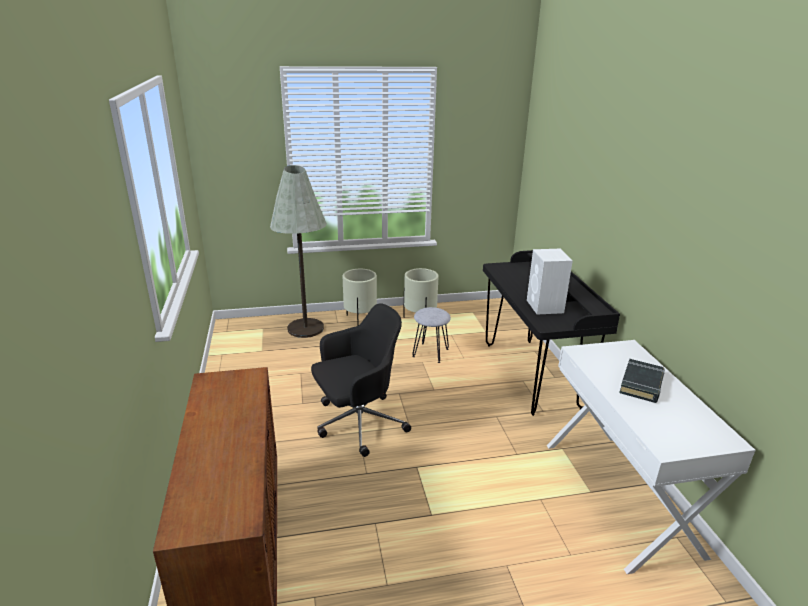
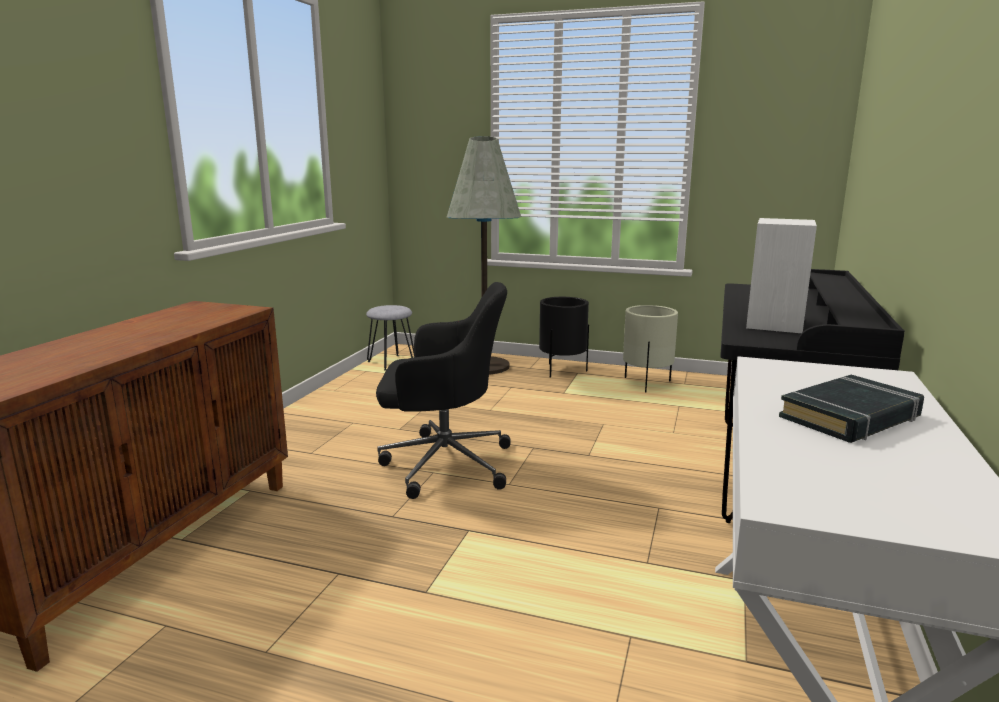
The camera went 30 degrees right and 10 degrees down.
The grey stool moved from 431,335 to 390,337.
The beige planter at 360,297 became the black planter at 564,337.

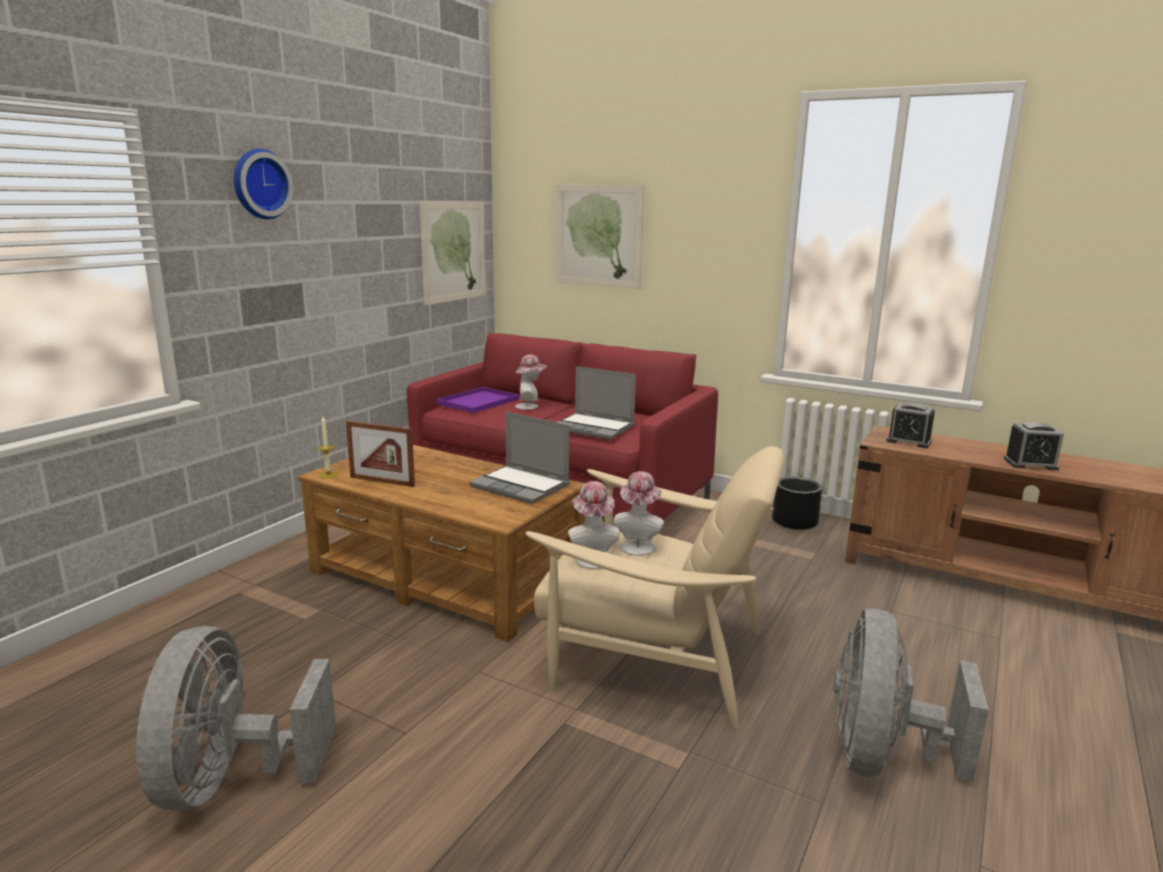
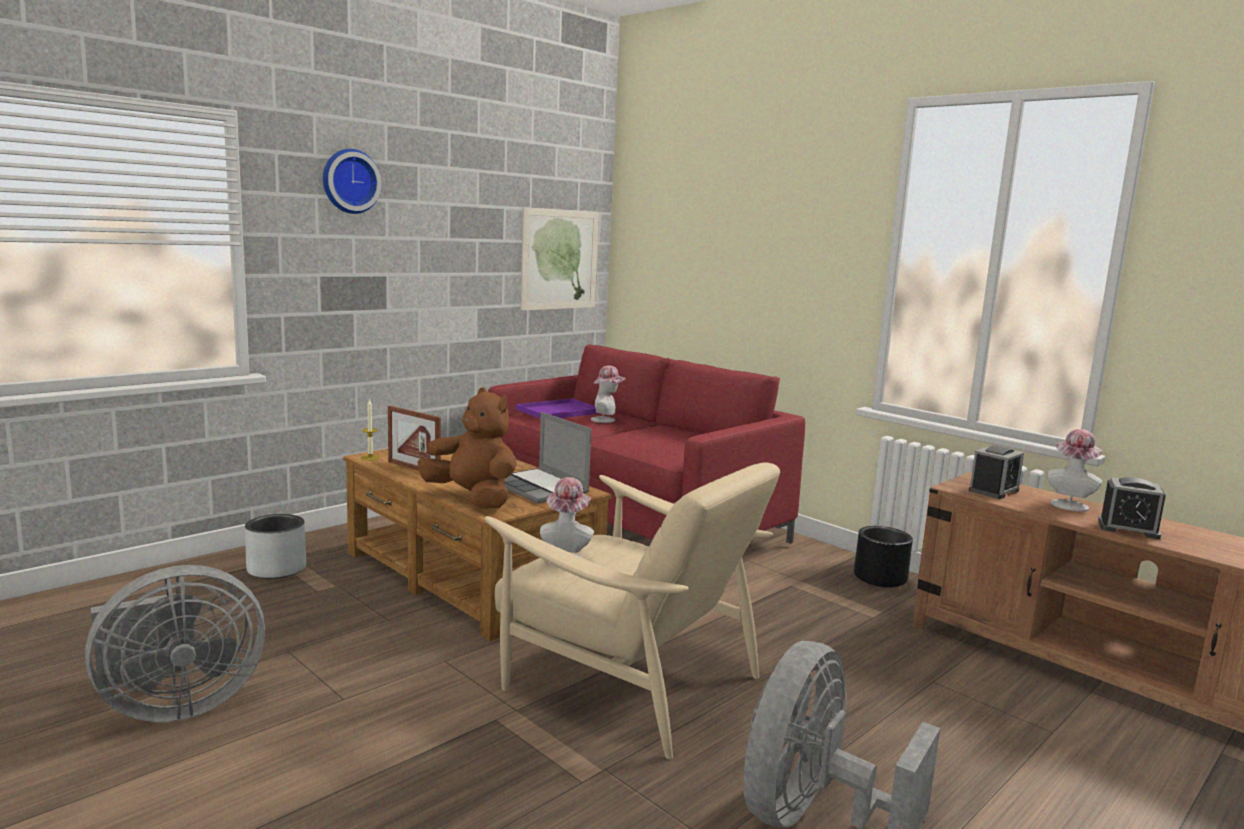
The camera went 15 degrees right and 5 degrees down.
The grey fan at 236,718 turned 135 degrees counterclockwise.
The grey planter at 275,546 appeared.
The brown plush toy at 467,447 appeared.
The alarm clock at 910,425 turned 90 degrees counterclockwise.
The hat moved from 639,513 to 1074,470.
The picture at 600,237 disappeared.
The laptop at 596,403 disappeared.

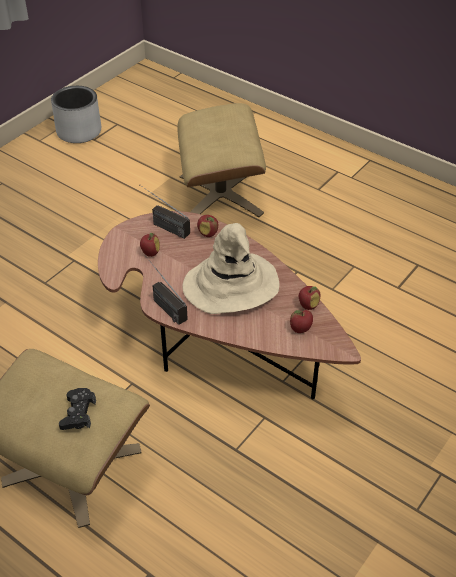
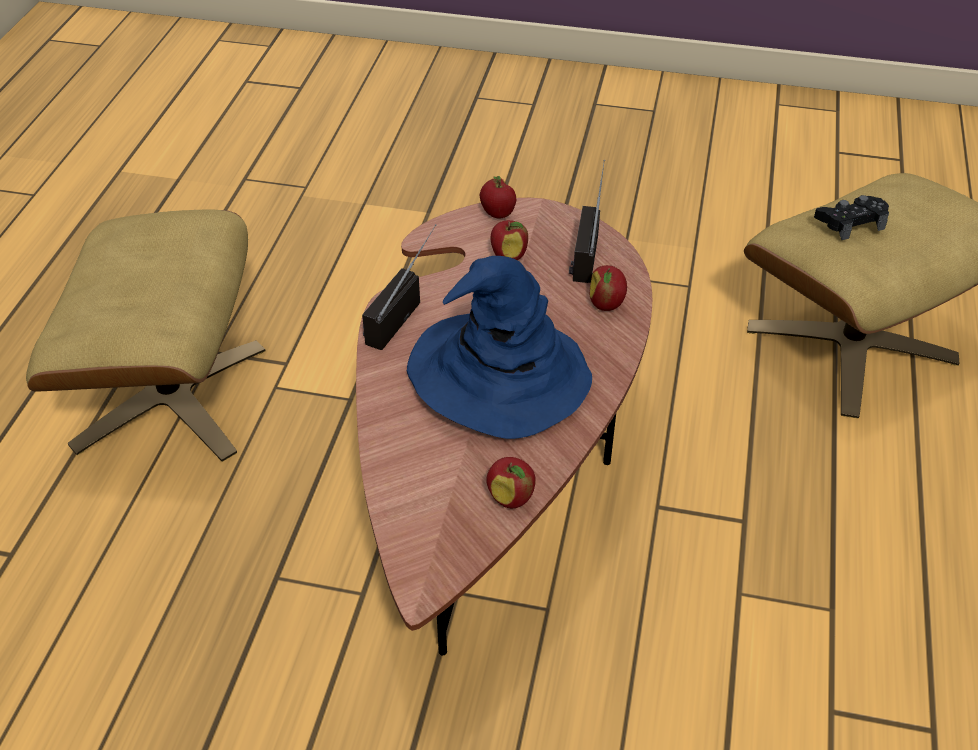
The camera went 65 degrees right and 0 degrees up.
The beige hat at 231,268 became the blue hat at 499,347.
The apple moved from 301,321 to 498,197.
The black game controller moved from 77,409 to 851,217.
The grey planter at 76,114 disappeared.

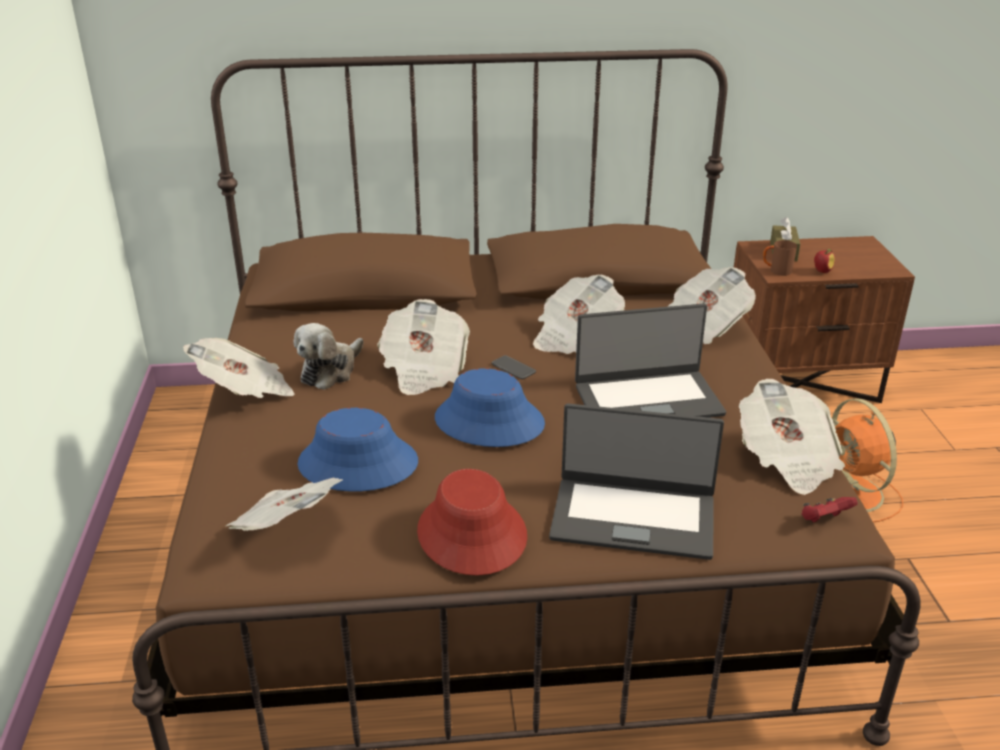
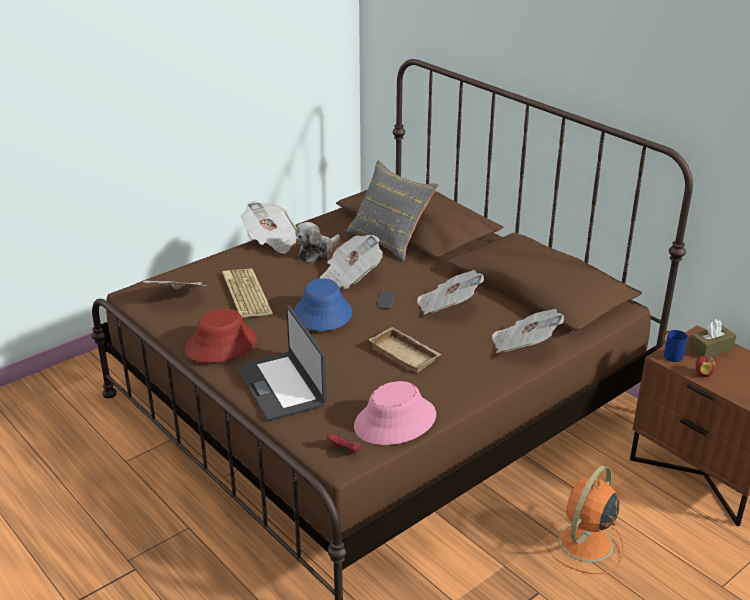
The camera went 55 degrees right and 0 degrees up.
The blue hat at 358,449 was replaced by the keyboard at 247,293.
The plush toy at 329,356 turned 45 degrees counterclockwise.
The grey pillow at 392,210 appeared.
The newspaper at 792,437 was replaced by the pink hat at 395,413.
The laptop at 650,360 was replaced by the beige tray at 404,350.
The brown mug at 780,258 became the blue mug at 675,346.

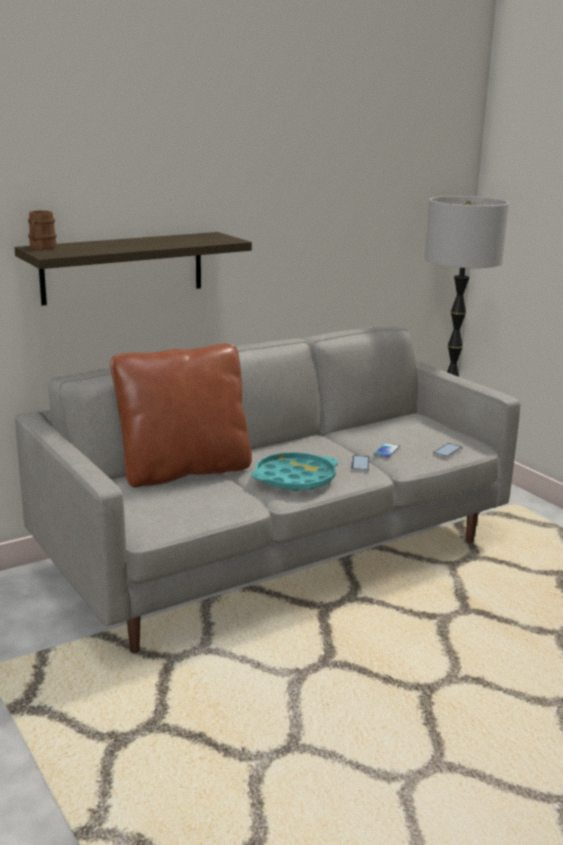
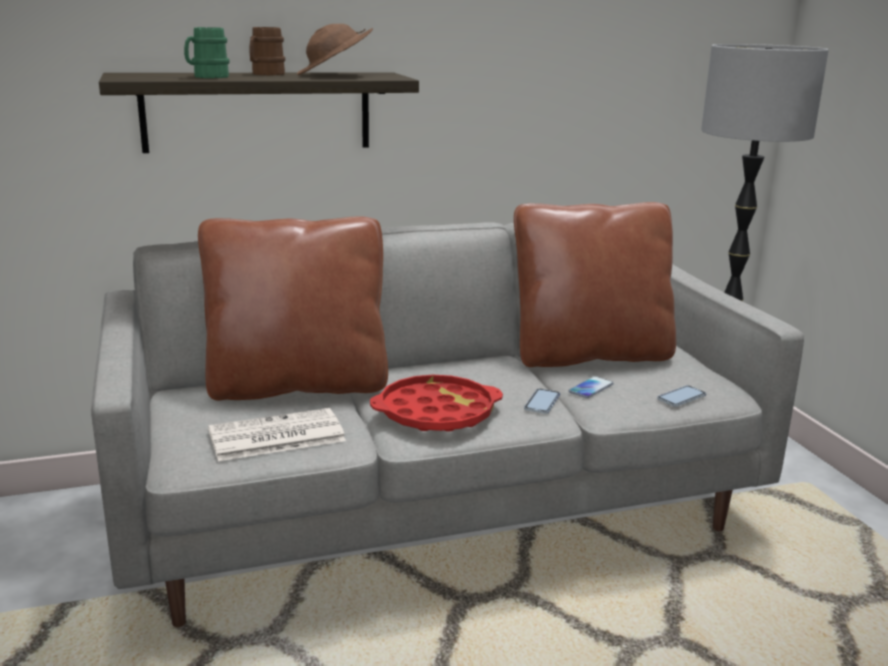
The camera went 15 degrees right and 0 degrees up.
The green mug at 207,52 appeared.
The newspaper at 277,434 appeared.
The brown mug moved from 42,230 to 267,51.
The brown hat at 335,49 appeared.
The turquoise tray at 295,471 became the red tray at 436,403.
The brown pillow at 595,284 appeared.

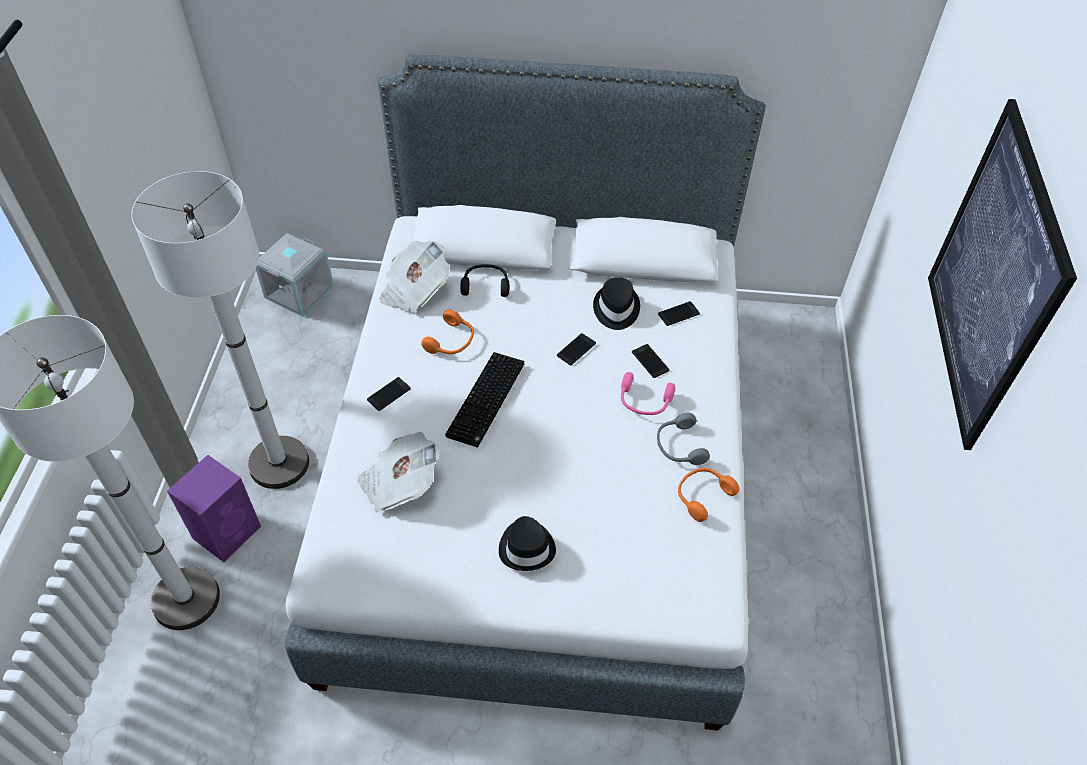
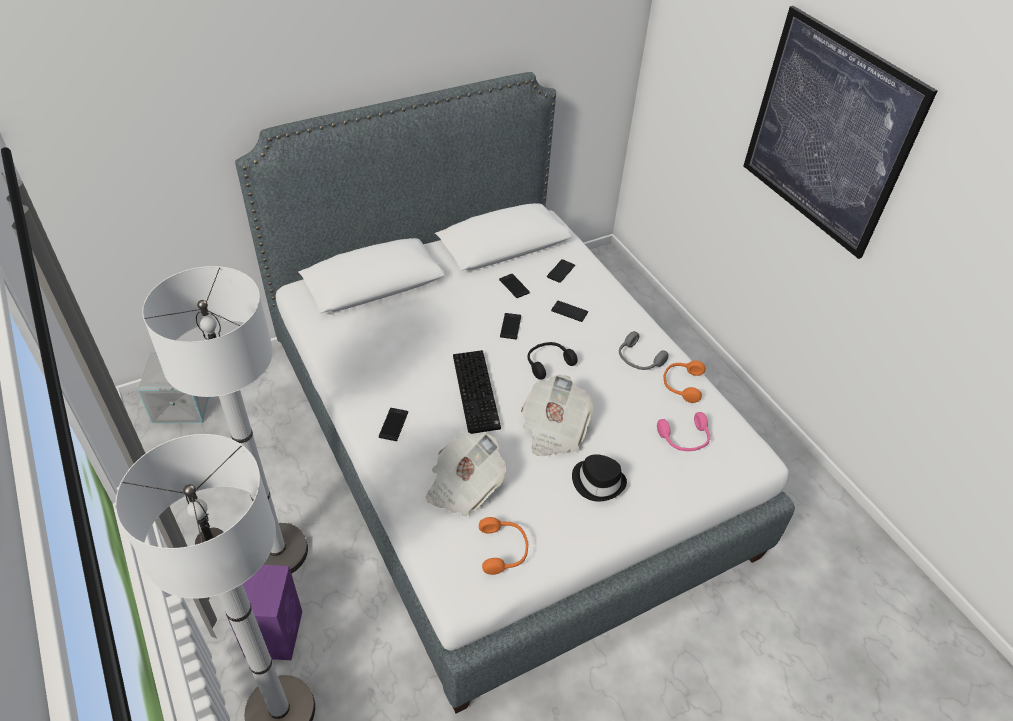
The camera went 35 degrees left and 5 degrees down.
The orange headphones moved from 447,332 to 503,546.
The black hat at 616,303 was replaced by the phone at 514,286.
The newspaper moved from 415,277 to 557,415.
The black headphones moved from 485,280 to 552,361.
The pink headphones moved from 648,393 to 683,431.

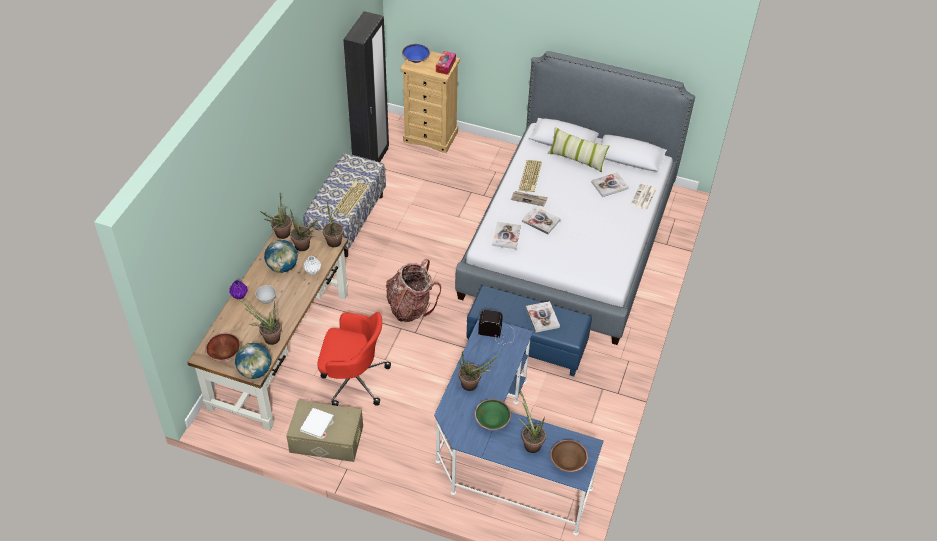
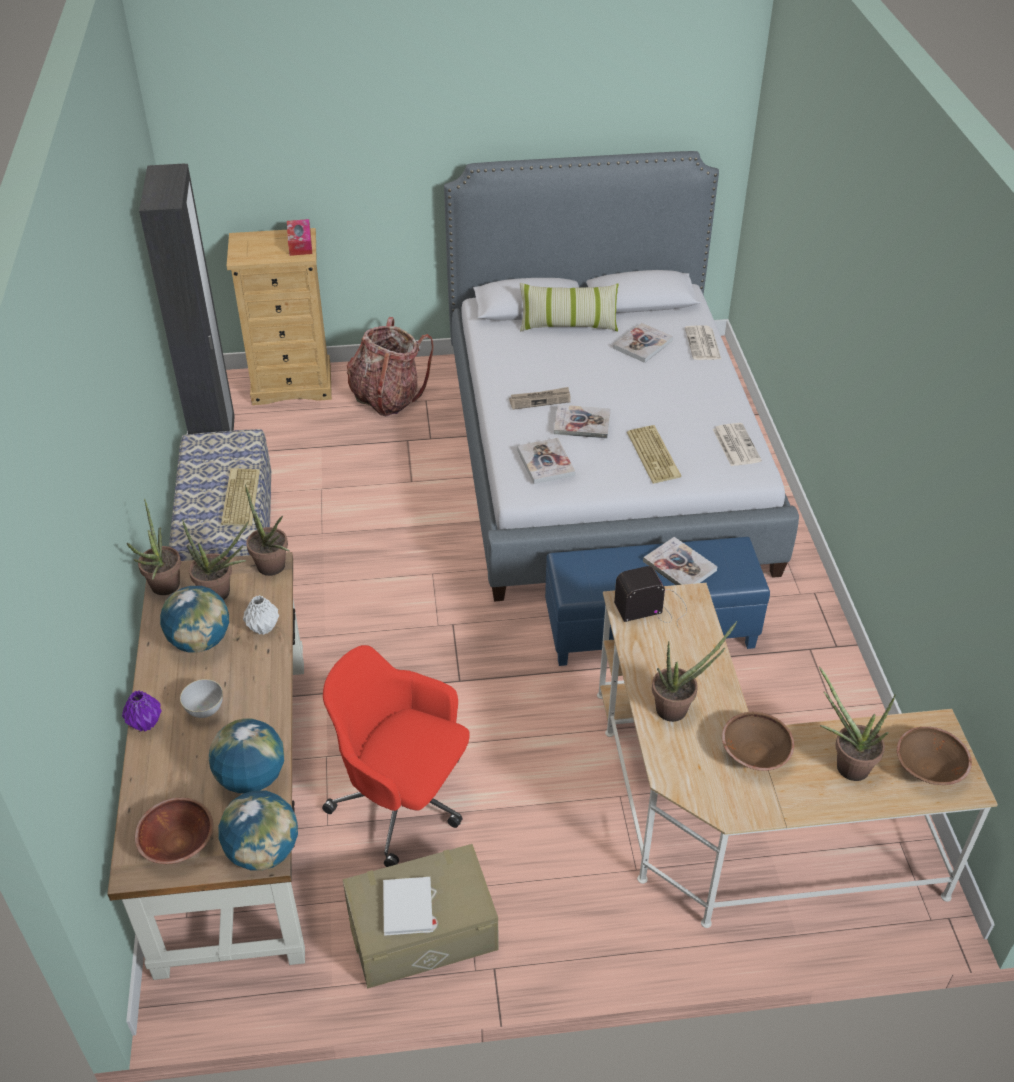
The camera went 25 degrees left and 5 degrees down.
The potted plant at 260,322 was replaced by the globe at 246,756.
The red office chair at 354,359 turned 135 degrees counterclockwise.
The backpack moved from 413,290 to 390,367.
The blue desk at 519,426 became the beige desk at 797,755.
The keyboard moved from 530,176 to 654,454.
The newspaper at 737,444 appeared.
The green bowl at 493,414 became the brown bowl at 758,741.
The blue bowl at 416,53 disappeared.

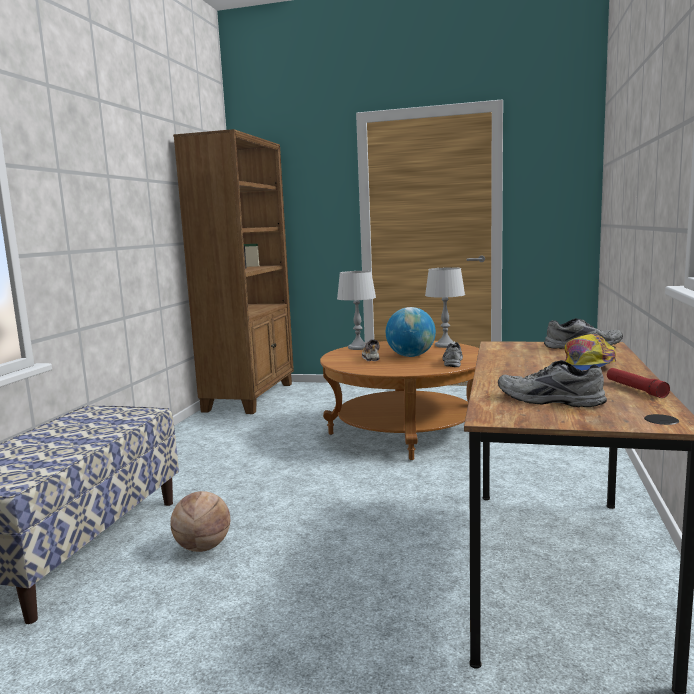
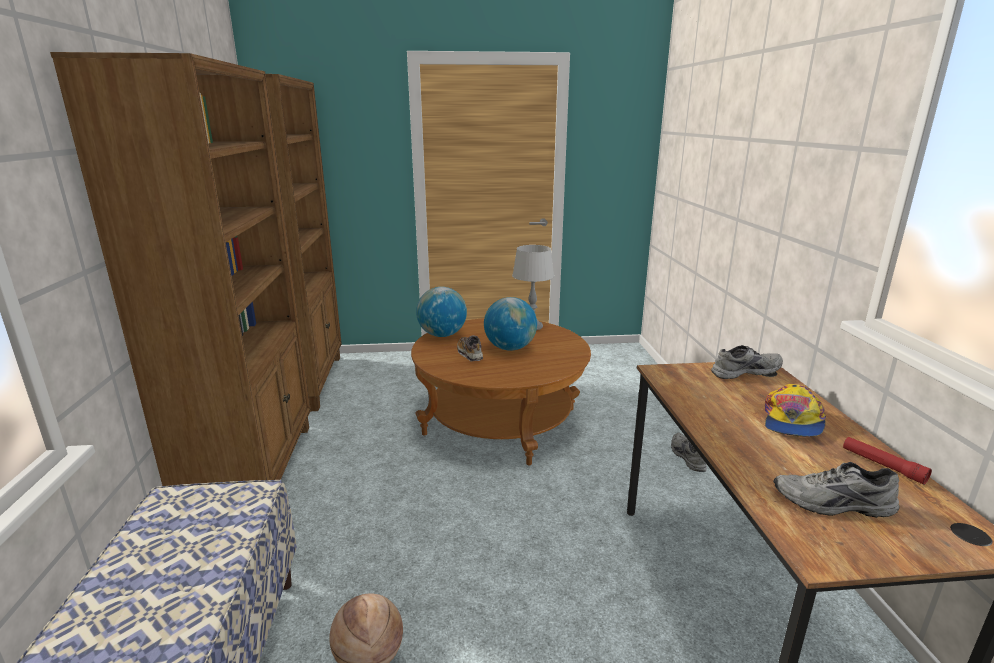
The camera went 20 degrees left and 10 degrees up.
The brown bookcase at 180,269 appeared.
The grey table lamp at 356,310 was replaced by the globe at 441,312.
The grey shoe moved from 452,354 to 689,452.

